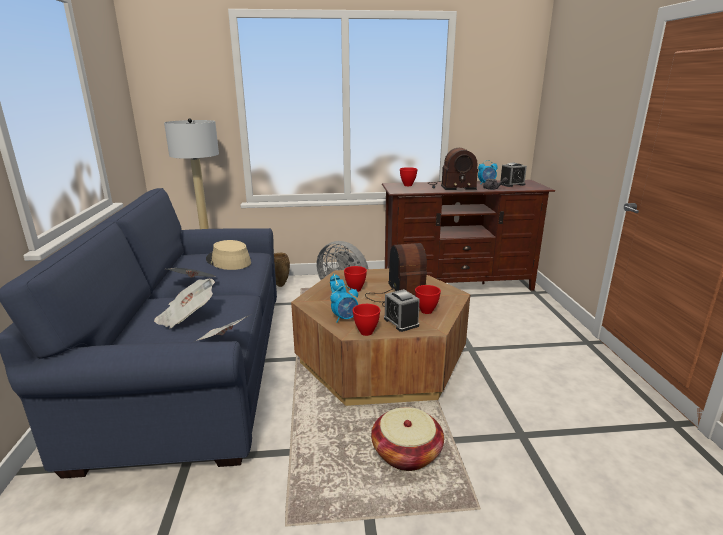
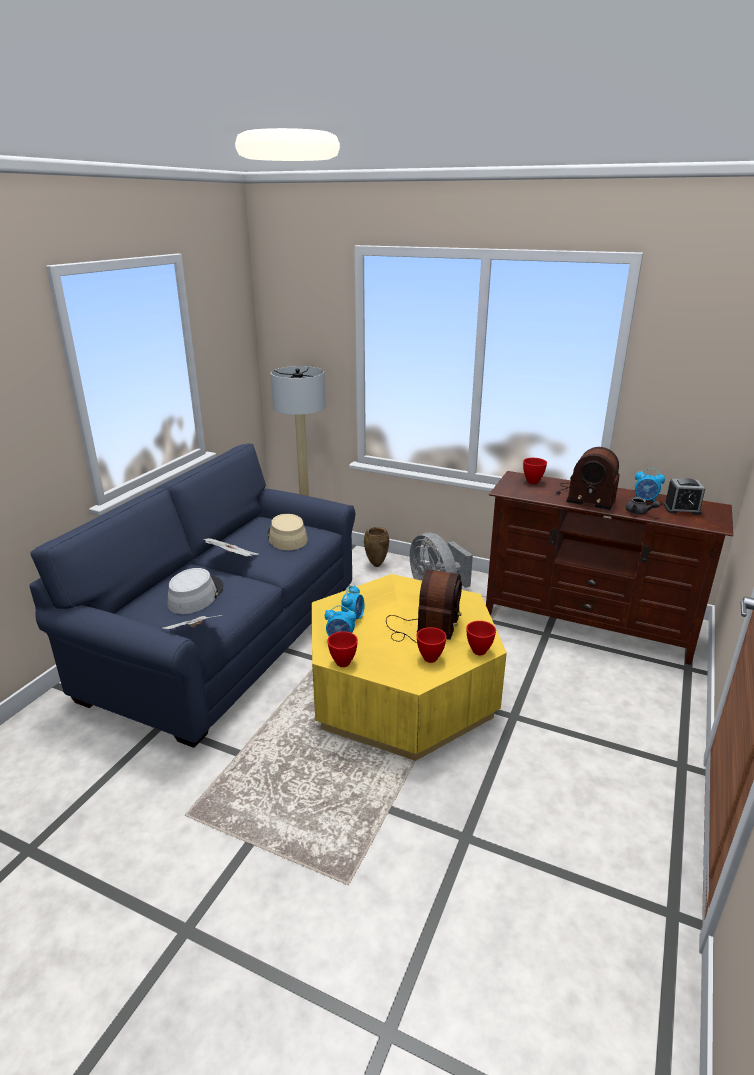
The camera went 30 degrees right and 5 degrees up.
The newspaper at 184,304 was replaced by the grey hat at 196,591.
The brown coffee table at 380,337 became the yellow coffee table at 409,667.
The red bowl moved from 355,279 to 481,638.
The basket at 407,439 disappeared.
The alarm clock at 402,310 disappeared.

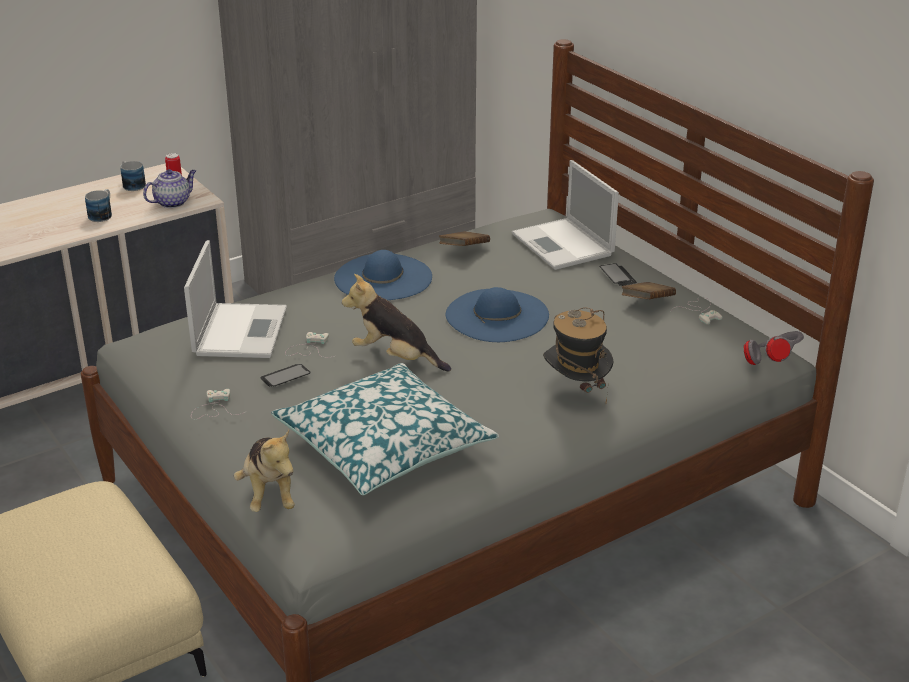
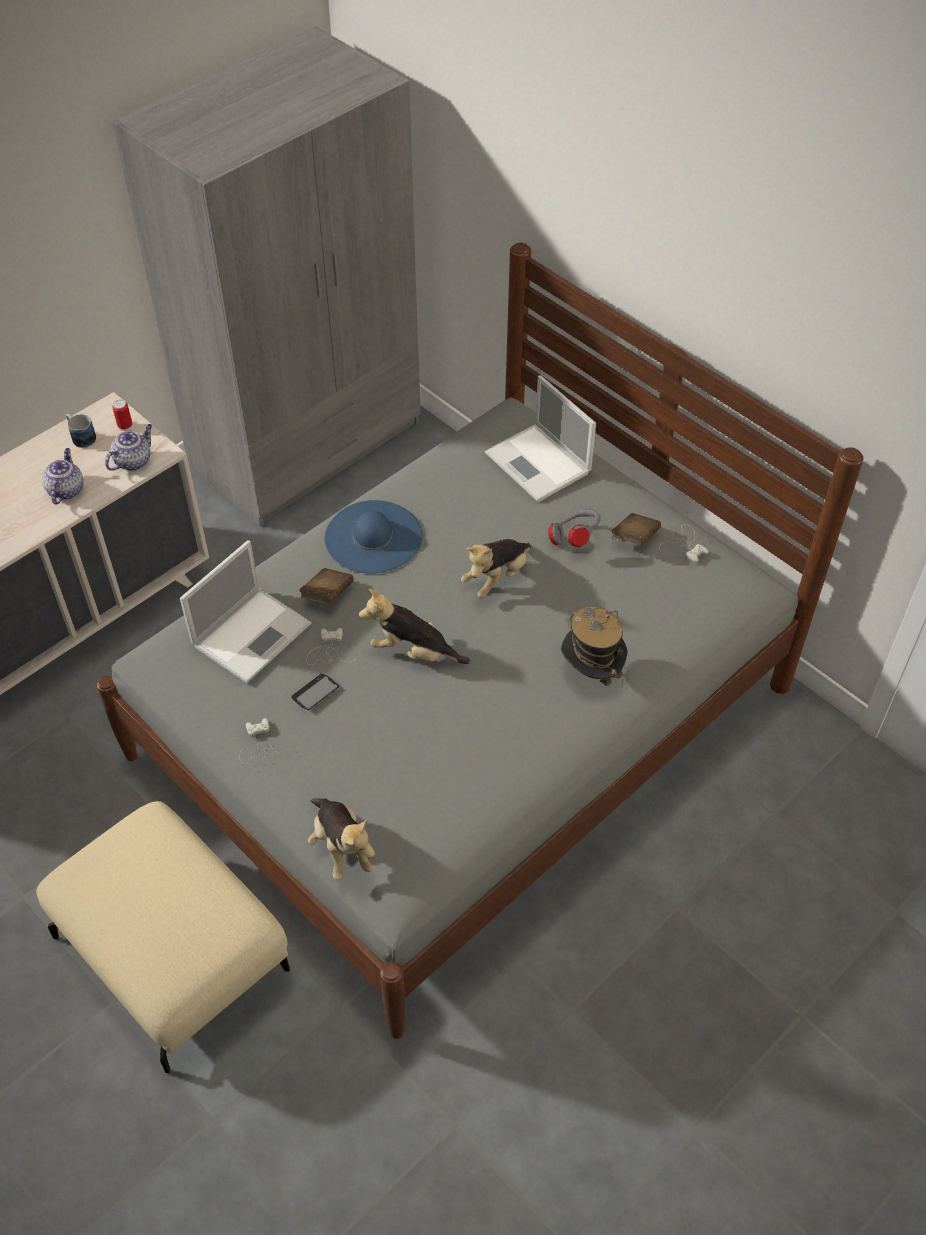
The camera went 10 degrees left and 20 degrees up.
The mug at 98,205 was replaced by the teapot at 62,476.
The laptop at 235,299 turned 45 degrees clockwise.
The brown book moved from 464,238 to 326,586.
The blue hat at 497,314 was replaced by the plush toy at 496,568.
The grey headphones moved from 774,348 to 574,527.
The pillow at 385,429 disappeared.
The phone at 618,274 disappeared.

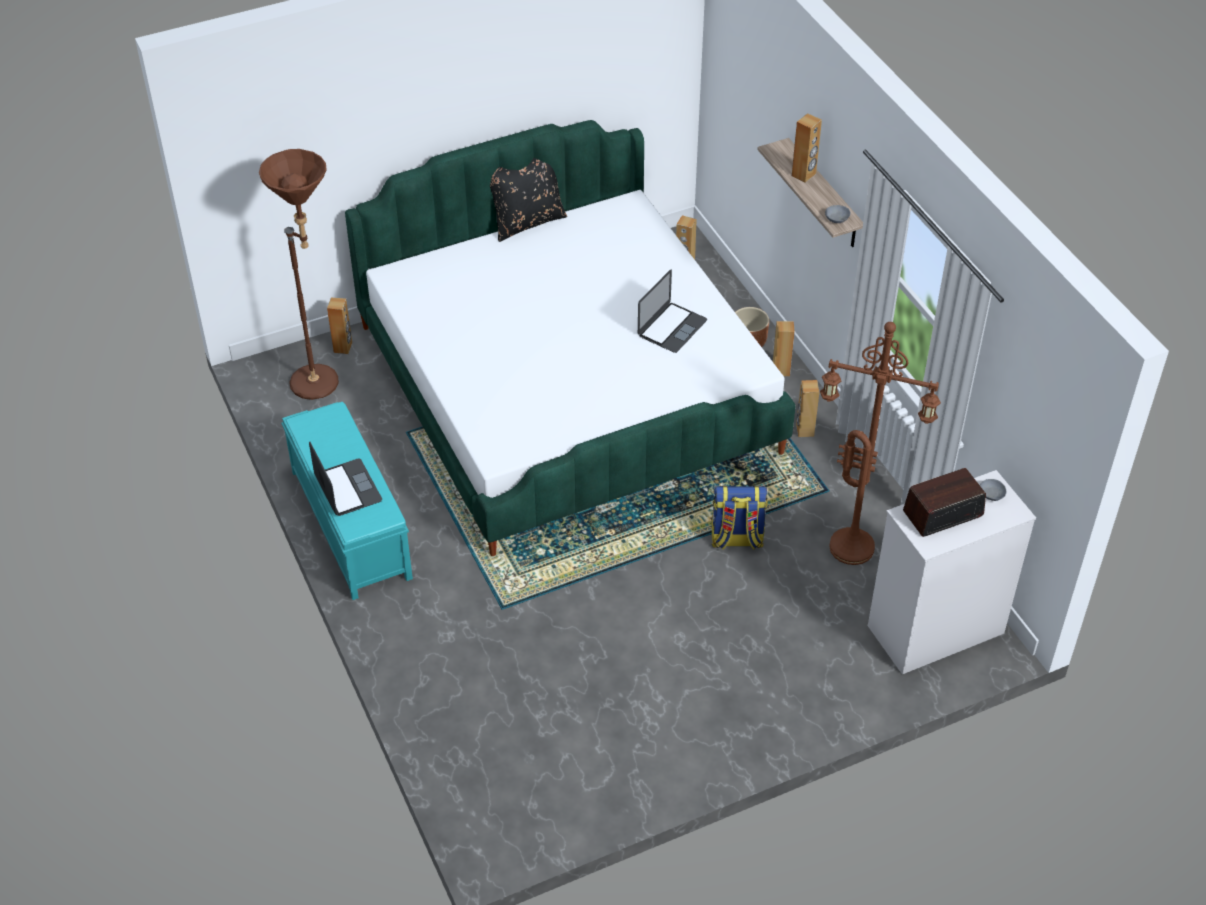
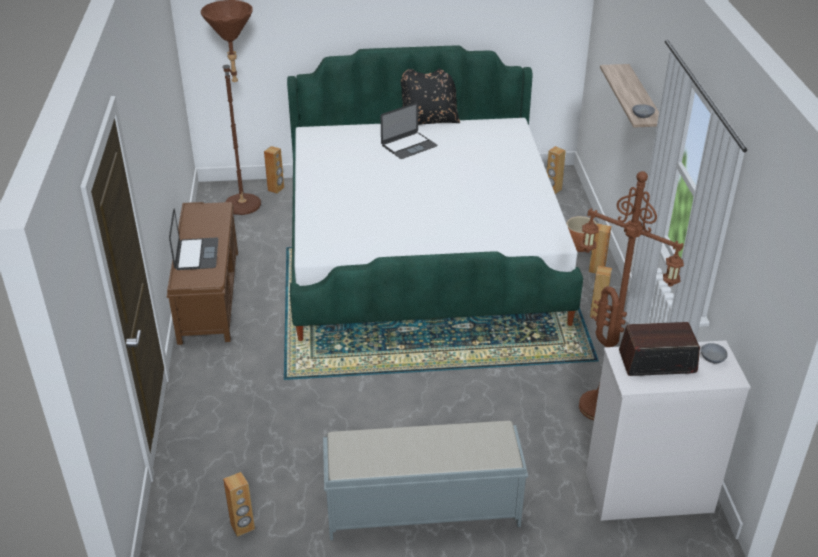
The camera went 20 degrees right and 10 degrees down.
The turquoise bench at 347,501 became the brown bench at 202,273.
The brown speaker moved from 807,148 to 239,504.
The grey bench at 425,480 appeared.
The laptop moved from 672,311 to 408,130.
The backpack at 740,518 disappeared.

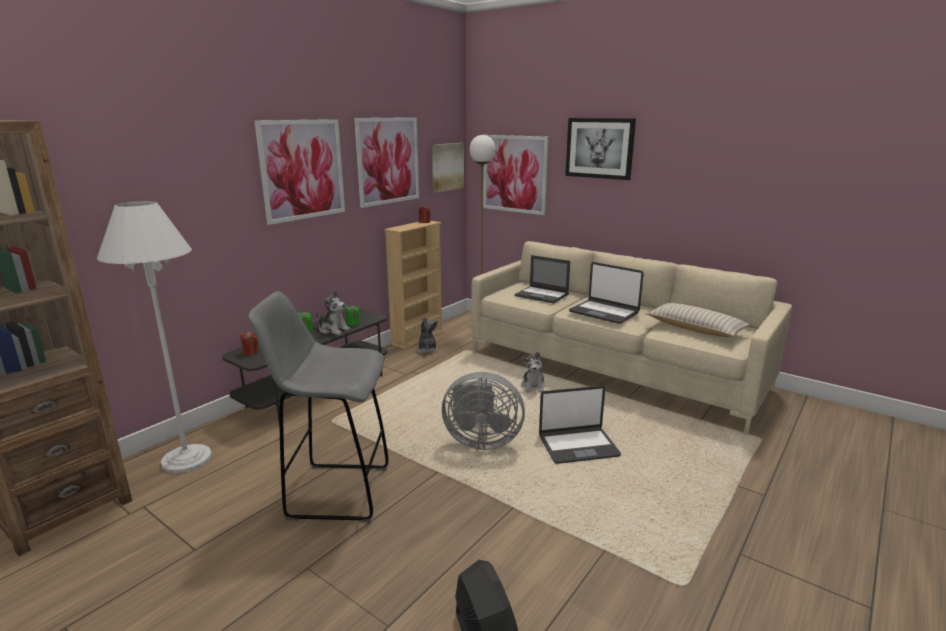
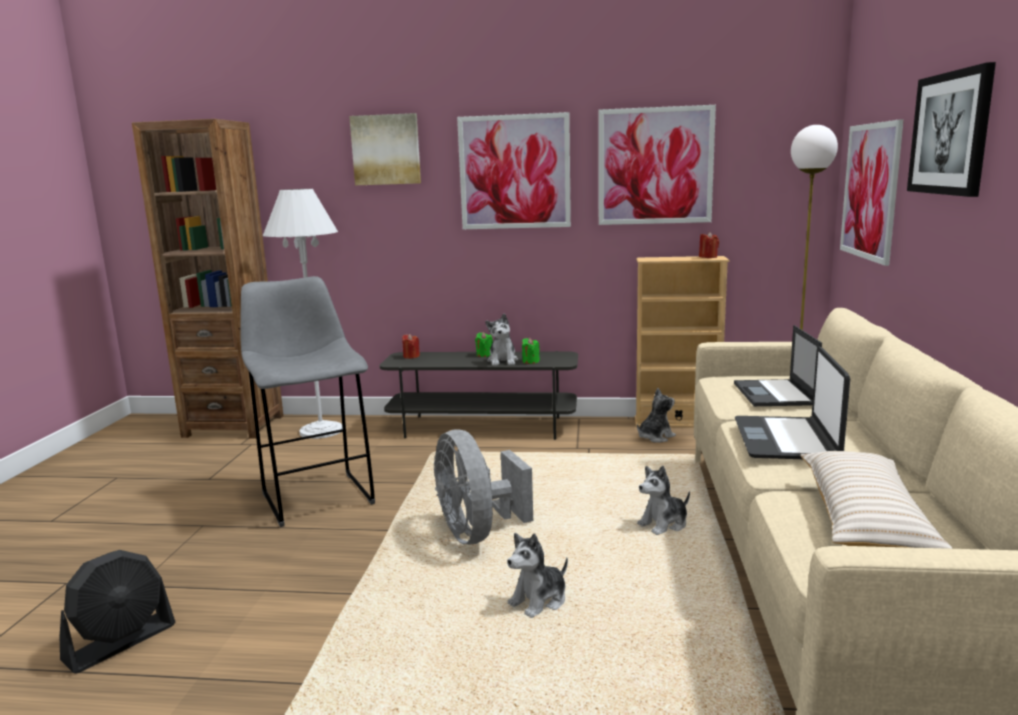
The camera went 60 degrees right and 5 degrees down.
The picture moved from 448,167 to 385,149.
The laptop at 580,425 was replaced by the plush toy at 537,575.

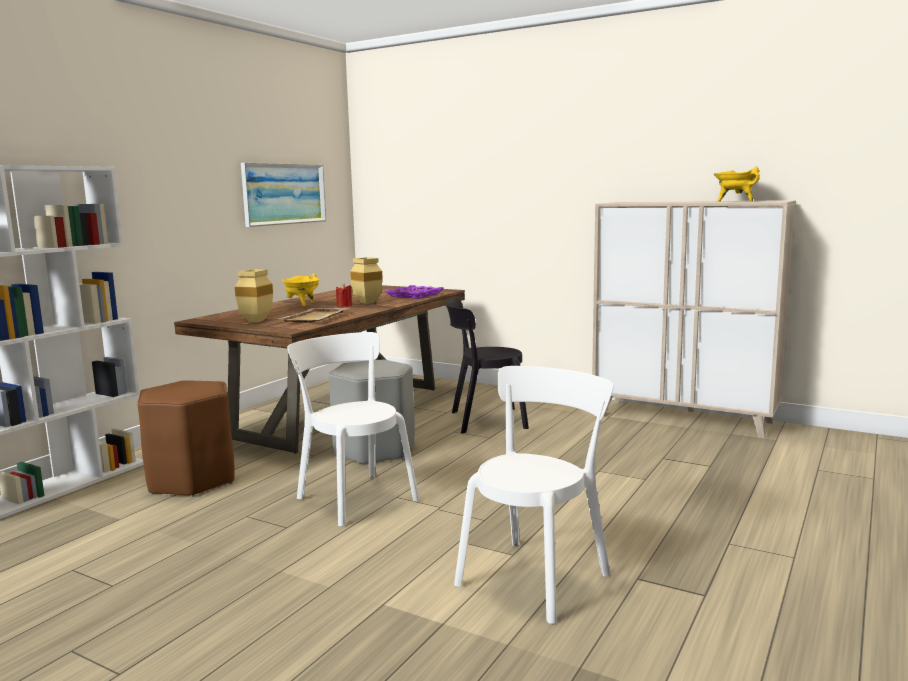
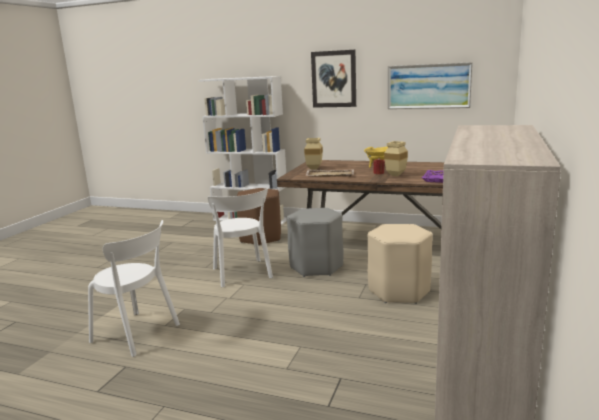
The camera went 80 degrees right and 5 degrees up.
The white chair at 353,429 turned 120 degrees clockwise.
The picture at 333,79 appeared.
The black chair at 487,366 was replaced by the beige stool at 400,264.
The yellow cooking pot at 737,184 disappeared.

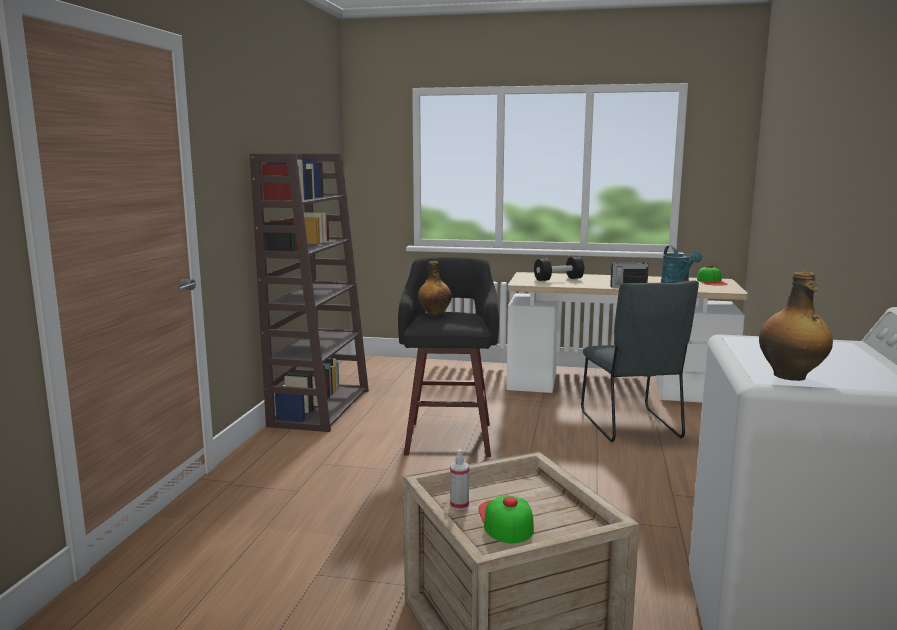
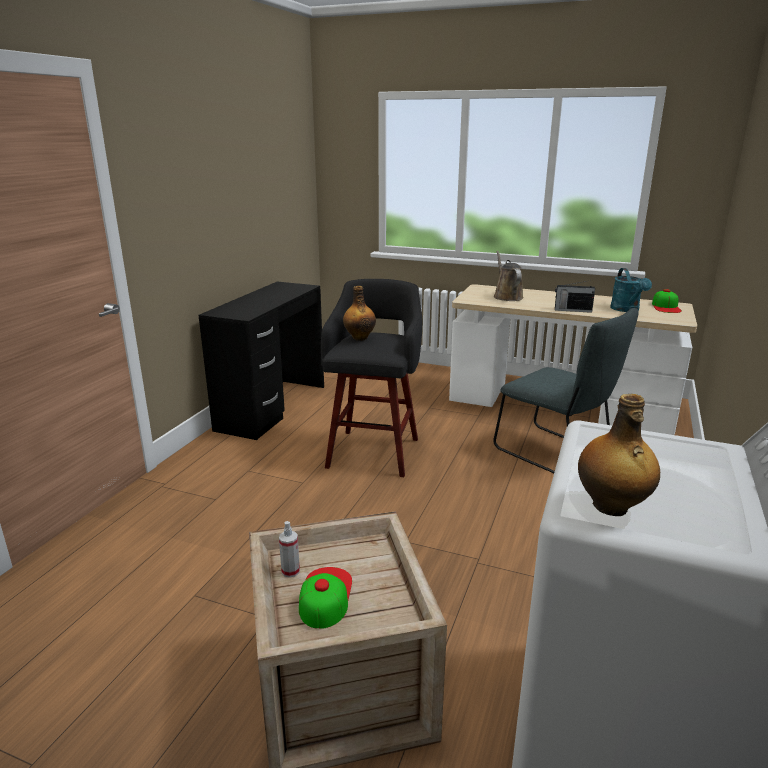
The camera went 10 degrees right and 10 degrees up.
The brown bookcase at 309,293 was replaced by the black desk at 261,360.
The grey chair at 640,361 turned 45 degrees counterclockwise.
The black dumbbell at 559,269 was replaced by the brown watering can at 509,276.

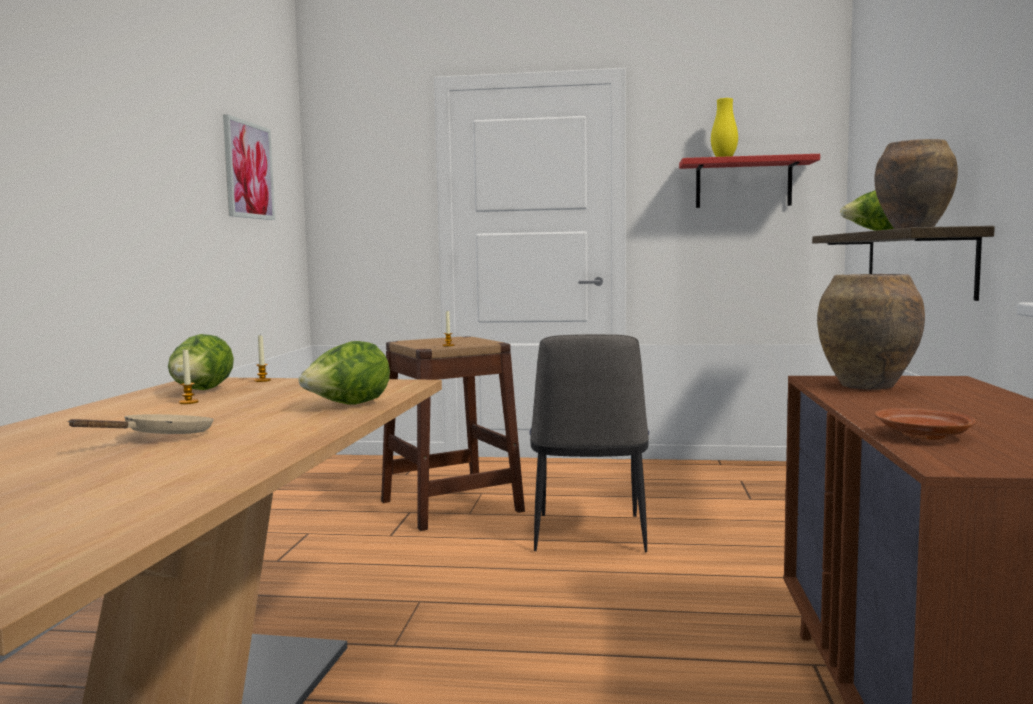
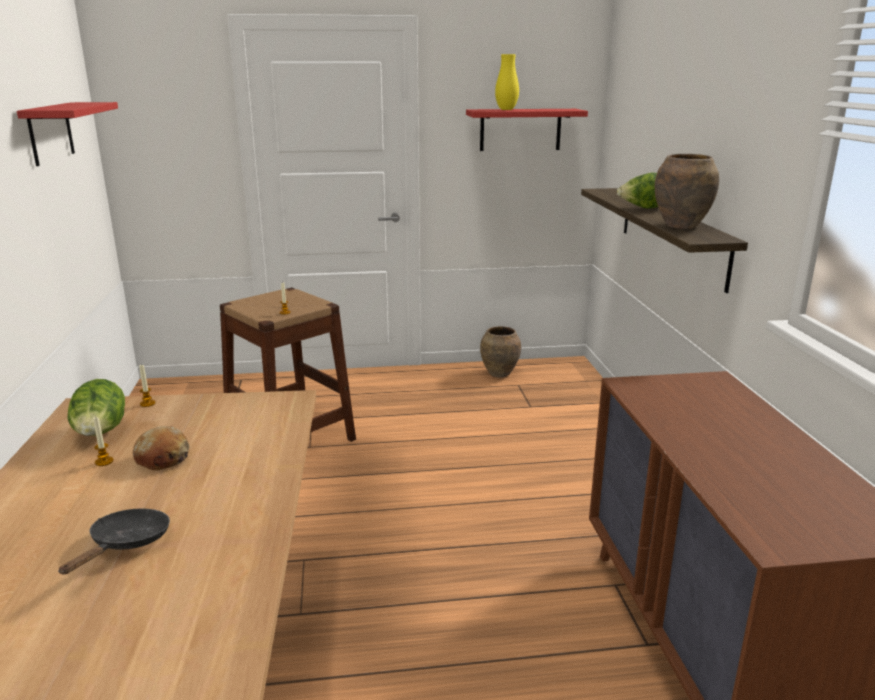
The camera went 15 degrees left and 15 degrees up.
The picture at 249,167 was replaced by the red shelf at 67,134.
The beige frying pan at 141,424 became the black frying pan at 114,541.
The bread at 161,448 appeared.
The brown vase moved from 871,332 to 500,352.
The lettuce at 344,373 disappeared.
The chair at 589,443 disappeared.
The brown plate at 925,424 disappeared.

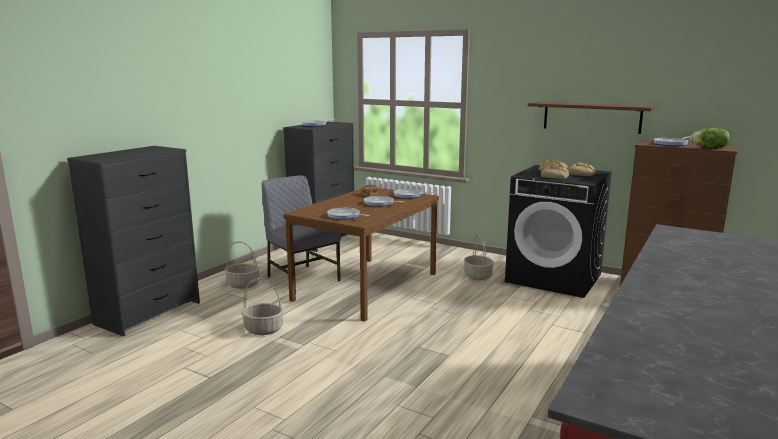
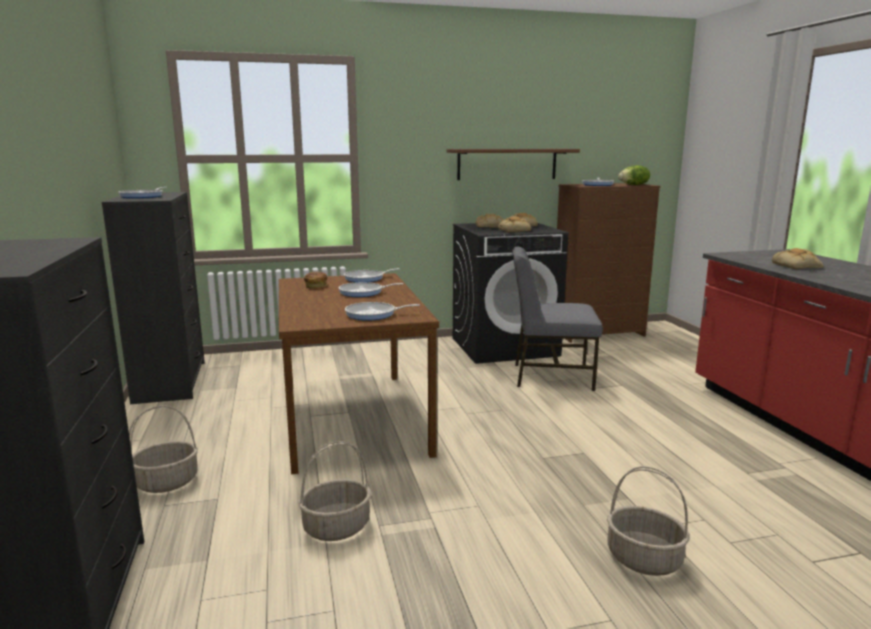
The camera went 45 degrees left and 0 degrees up.
The grey chair moved from 301,232 to 557,319.
The basket moved from 479,257 to 648,521.
The bread at 797,258 appeared.

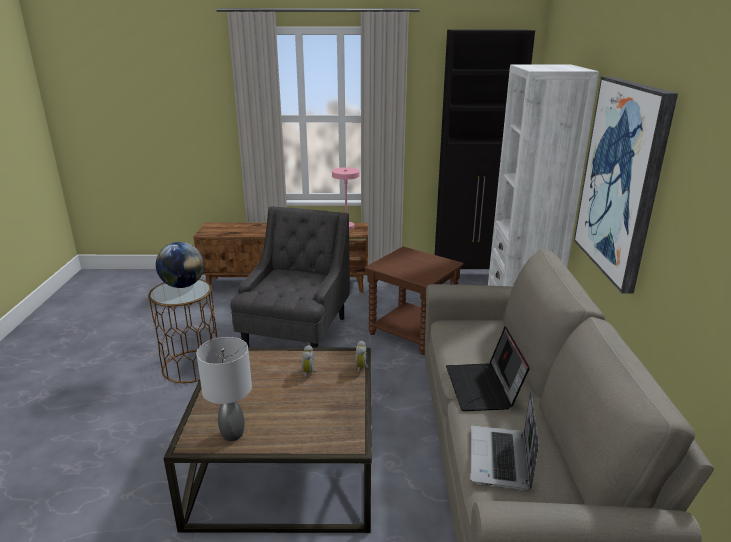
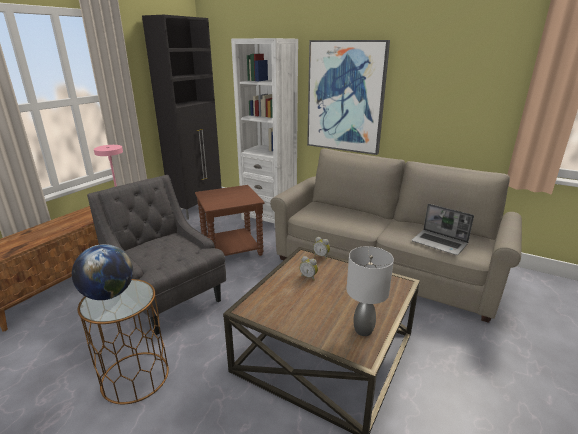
The camera went 60 degrees left and 0 degrees up.
The laptop at 488,368 disappeared.

